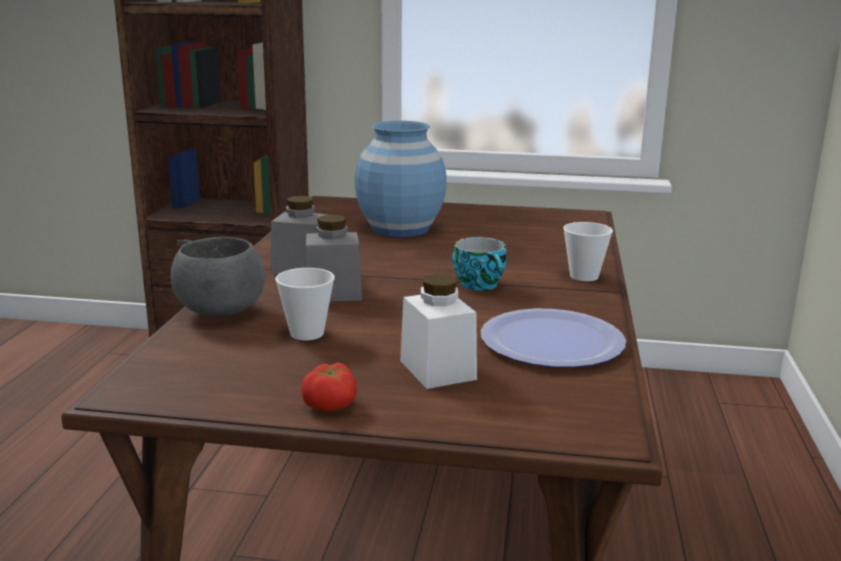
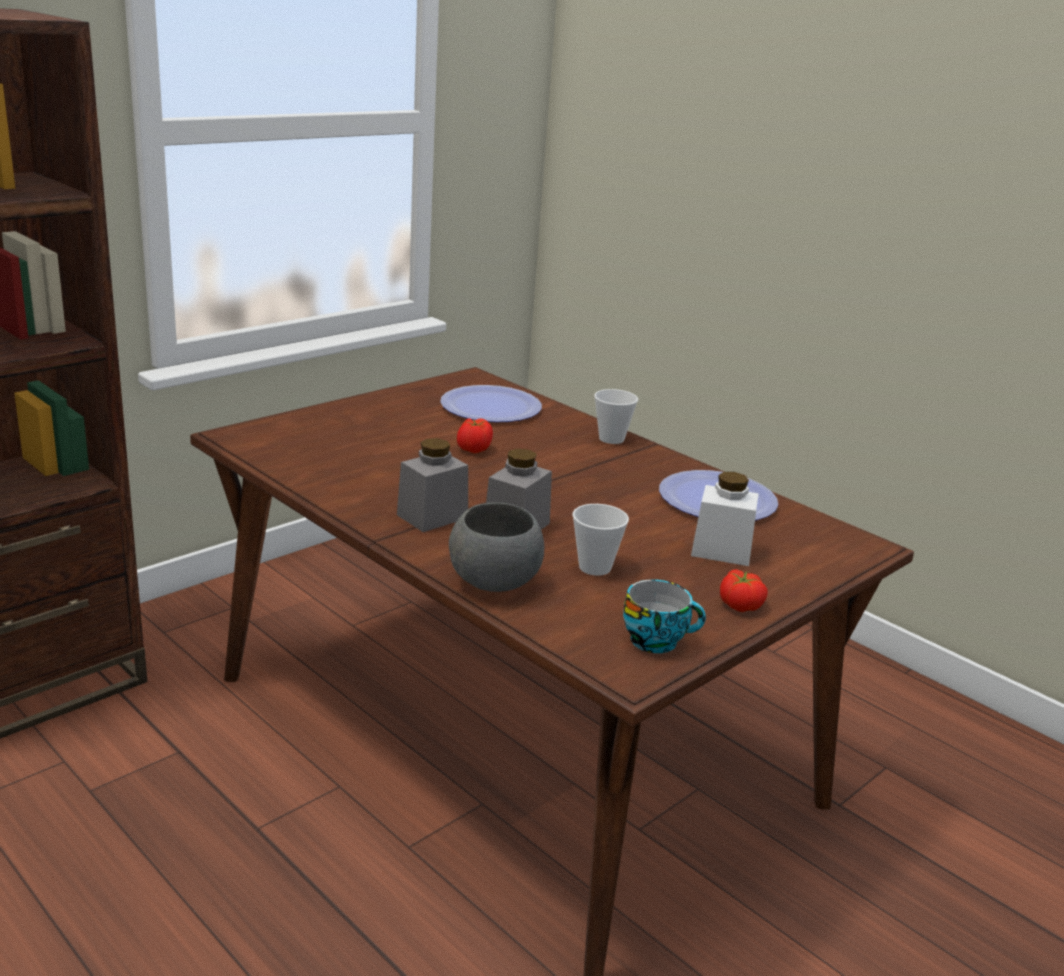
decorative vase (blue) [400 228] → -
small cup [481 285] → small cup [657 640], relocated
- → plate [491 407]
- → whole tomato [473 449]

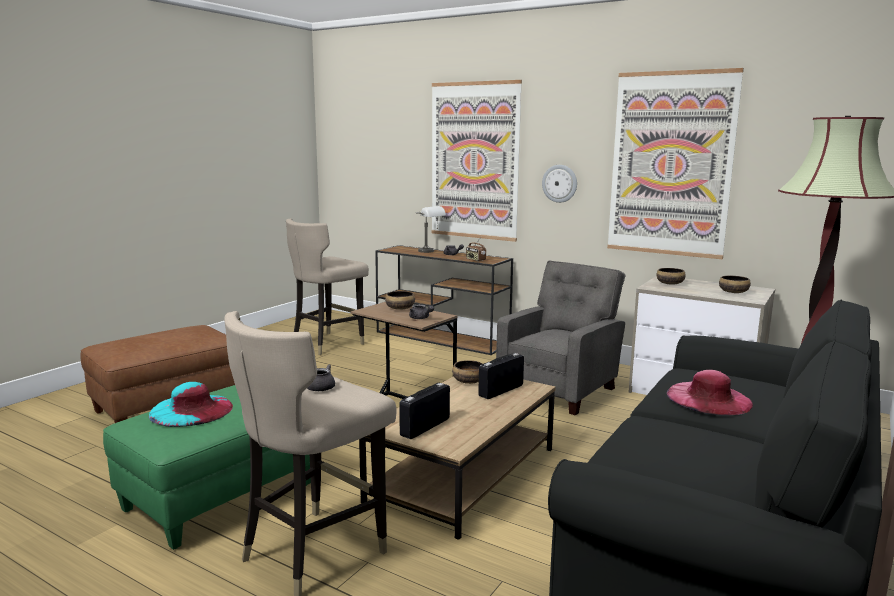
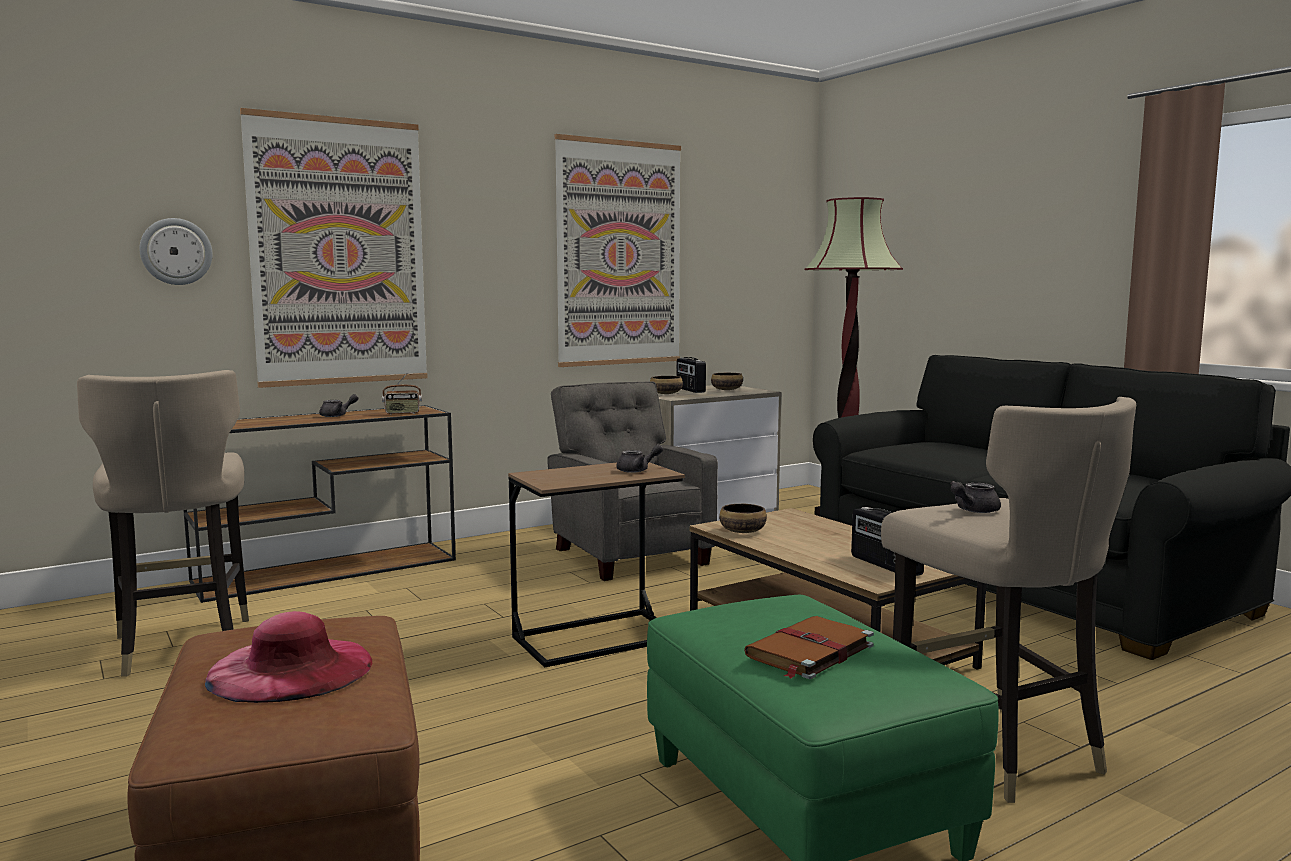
wearable hat (turquoise) [191 410] → bound book (brown) [808 652]
serving bowl [400 308] → -
tabletop lamp (gray) [430 252] → -
radio [500 390] → radio [690 390], relocated
hanging clock [559 183] → hanging clock [176 251], relocated
wearable hat (pinkish) [709 398] → wearable hat (pinkish) [291 669], relocated

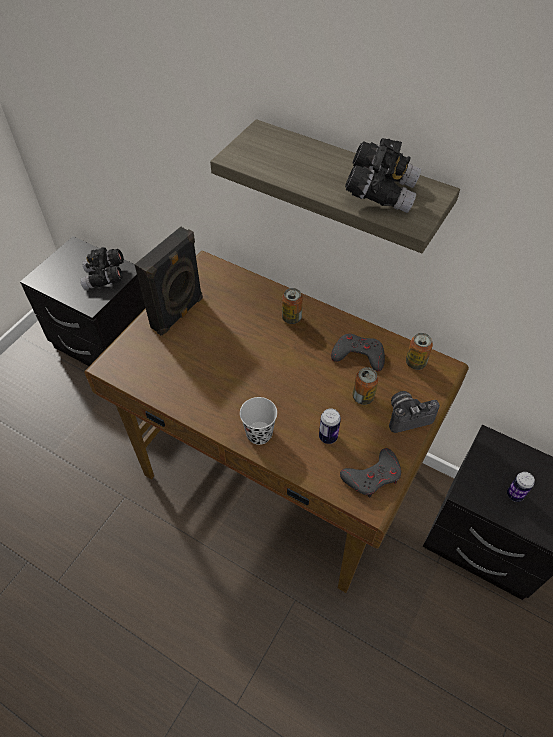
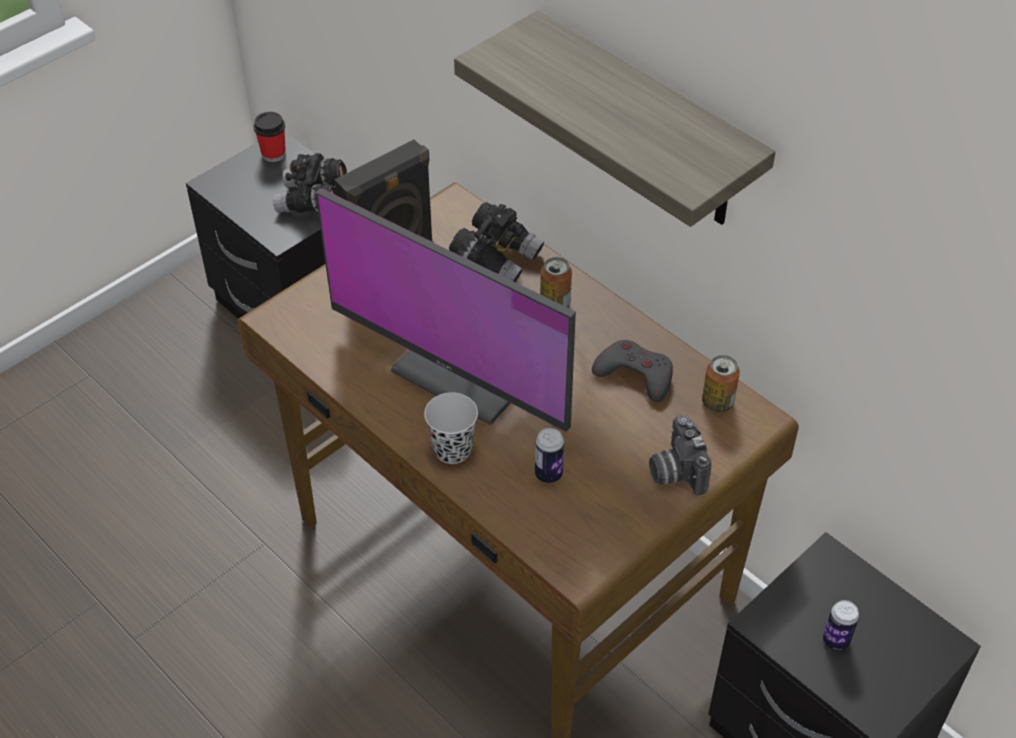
gamepad (gray) [372 476] → -
field glasses (black-coloured) [380 192] → field glasses (black-coloured) [497 259], relocated
sealed can [363 397] → -
photo camera [407 416] → photo camera [675 471], 105 degrees counterclockwise
- → small cup [273 154]
- → computer display [471 366]

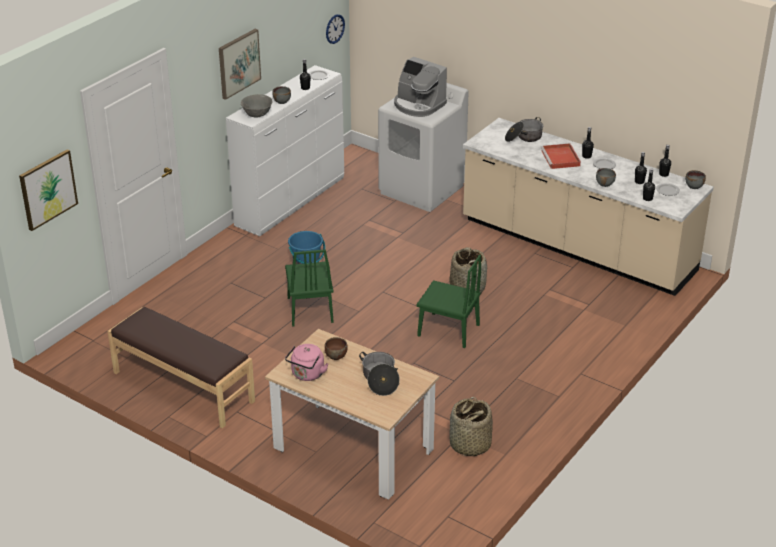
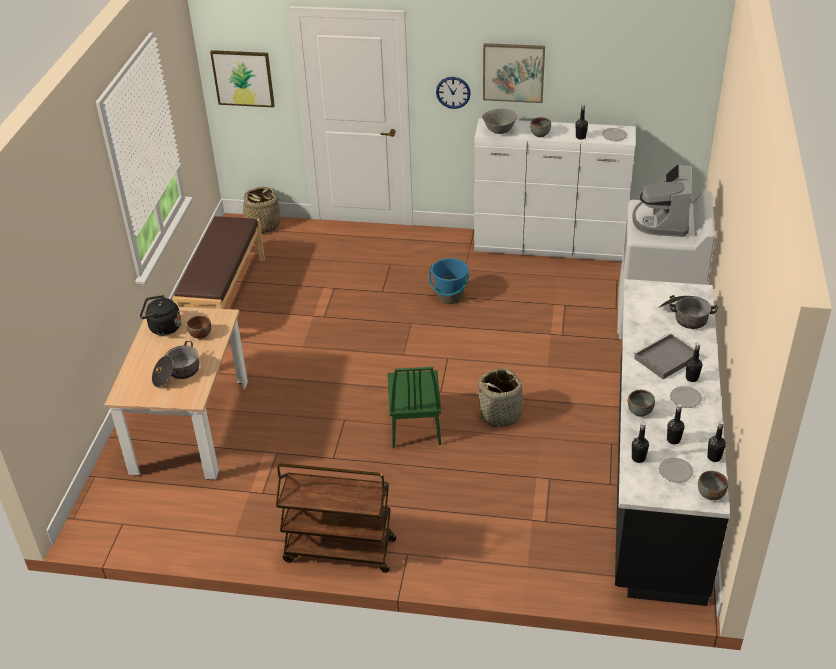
plain chair (greenish) [310 309] → -
water kettle (pinkish) [307 375] → water kettle (black-coloured) [163 328]
hanging clock [335 29] → hanging clock [453 92], relocated
household basket [469 445] → household basket [263 225], relocated
kitchen counter (beige) [577 246] → kitchen counter (black-coloured) [656 475]
serving tray (red-coloured) [561 158] → serving tray (gray) [665 359]
- → cart (brown) [339 551]

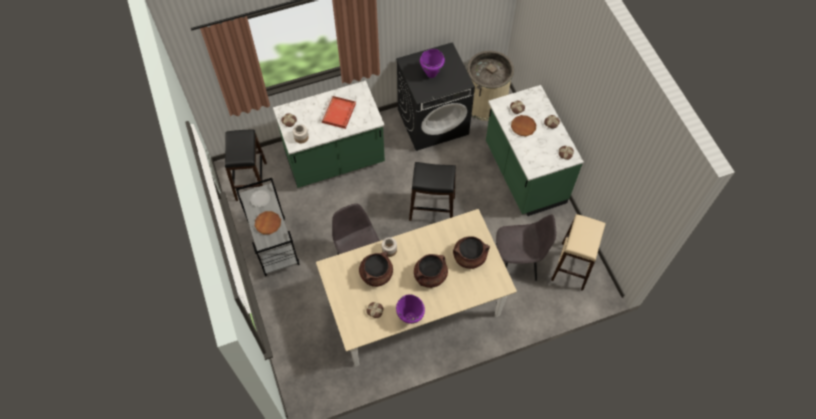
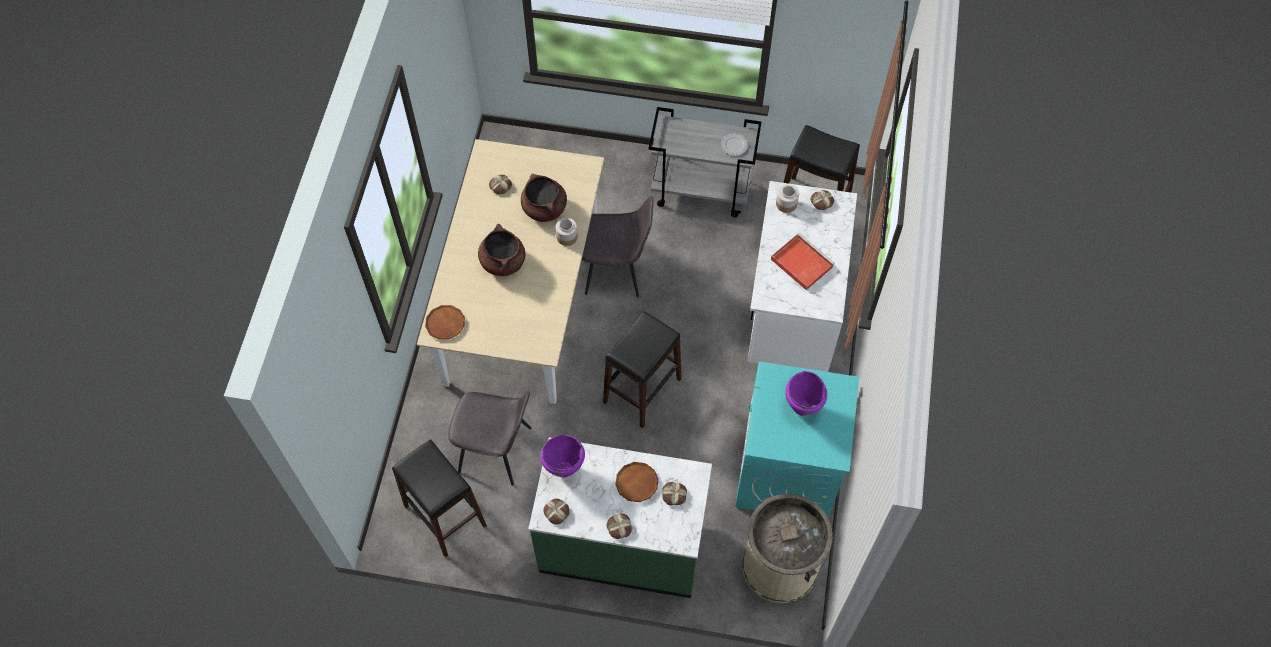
plate (brown) [268 223] → plate (brown) [445 324], relocated
kitchen counter (greenish) [335 160] → kitchen counter (white-coloured) [791 312]
laundry machine (black-coloured) [433 121] → laundry machine (turquoise) [787 470]
stockpot (purplish) [410 317] → stockpot (purplish) [564 470], relocated
stockpot (brown) [469 257] → -
plain chair (gray) [517 262] → plain chair (gray) [497 450], 105 degrees counterclockwise
stool seat (beige) [572 266] → stool seat (black-coloured) [444 515]

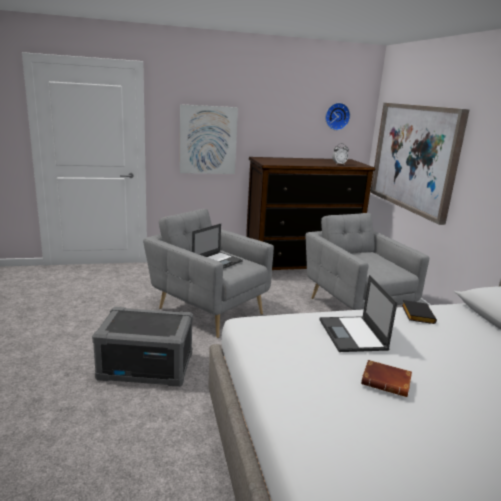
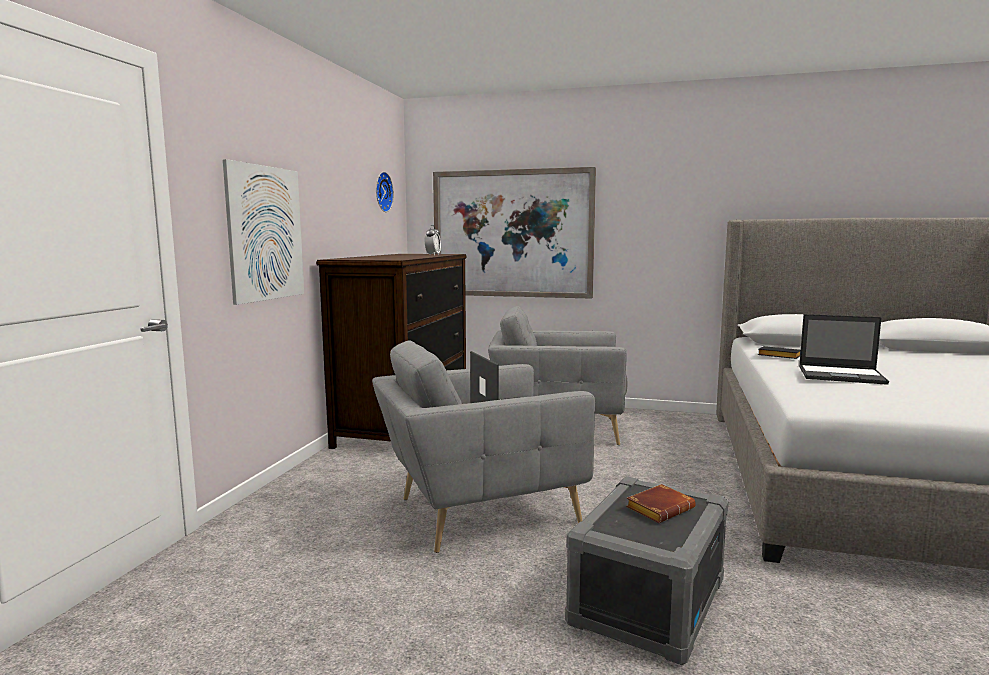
bound book (brown) [387 382] → bound book (brown) [659 508], relocated

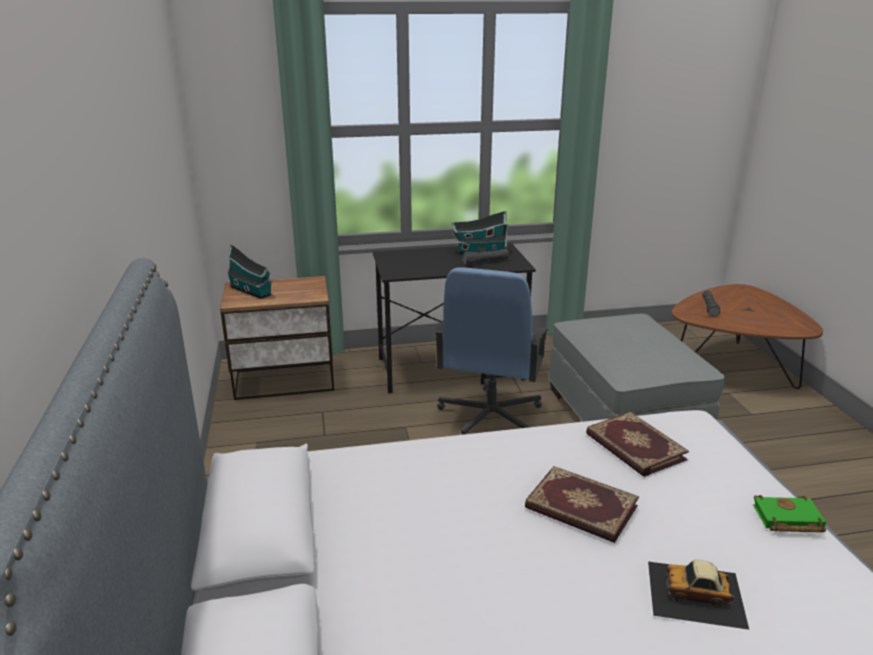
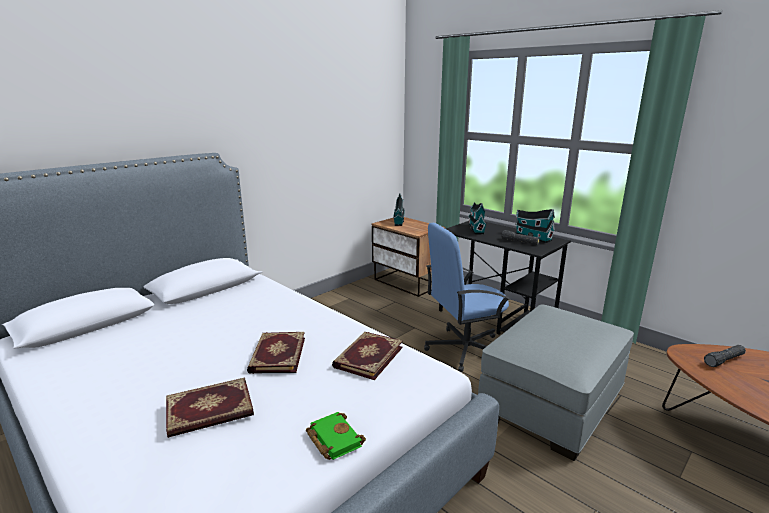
model car [696 594] → bound book [210 410]
- → model house [476 229]

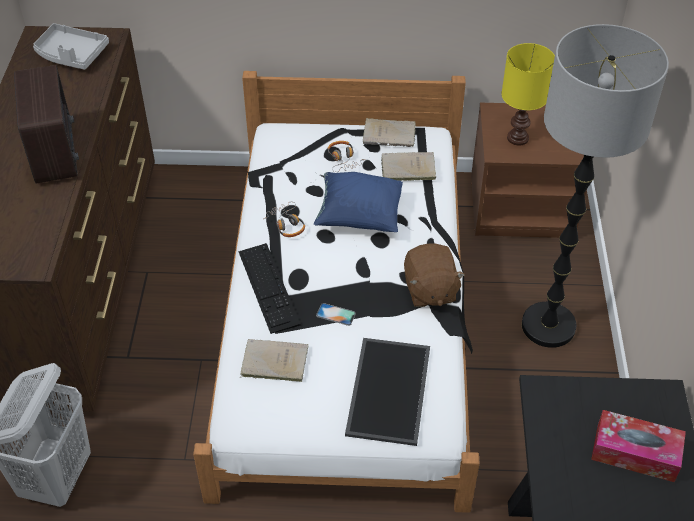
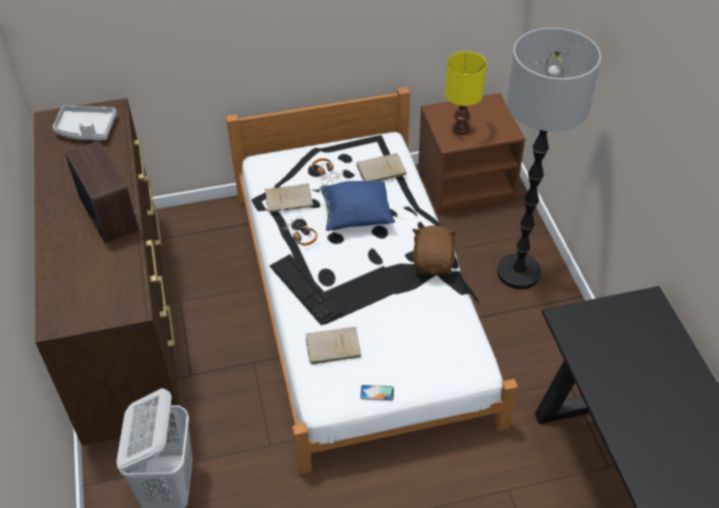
telephone [336 314] → telephone [377 393], relocated
serving tray [387 389] → -
bound book (beige) [391 135] → bound book (beige) [290 199], relocated
plush toy (brown) [429 290] → plush toy (brown) [433 263], 150 degrees counterclockwise
box of tissues [635 453] → -

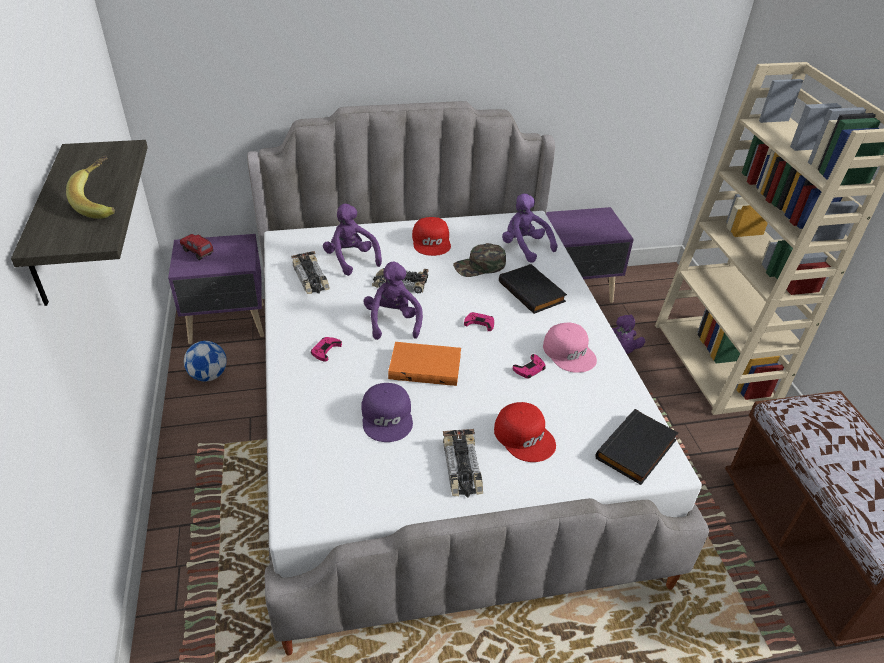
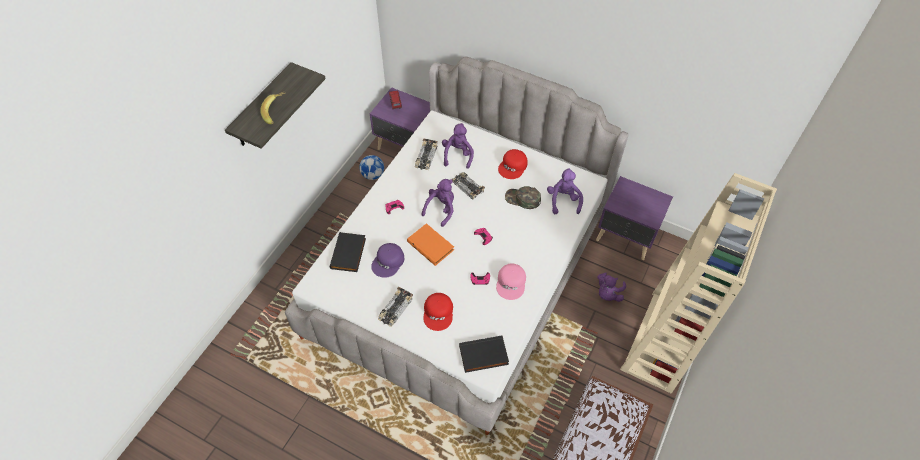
bound book (black-coloured) [533 291] → bound book (black-coloured) [349 254], relocated

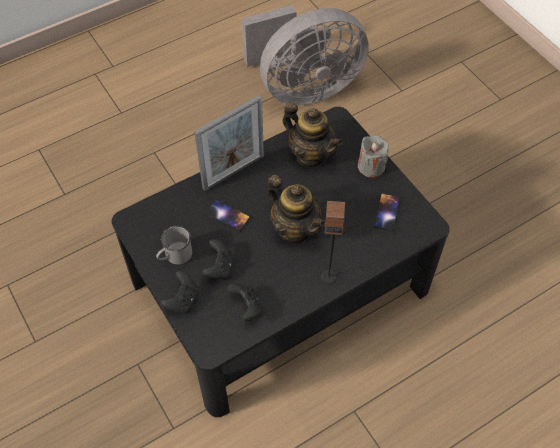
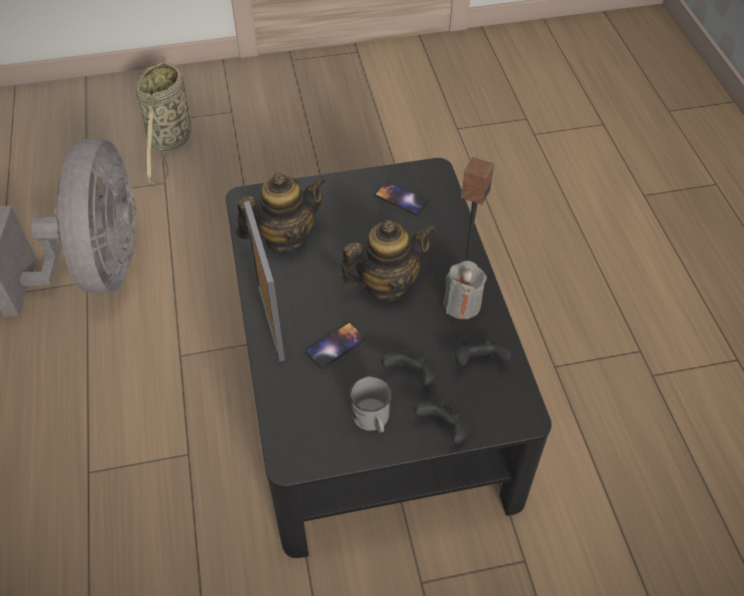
candle (gray) [371 166] → candle (gray) [462 304], relocated
- → household basket [170 141]

